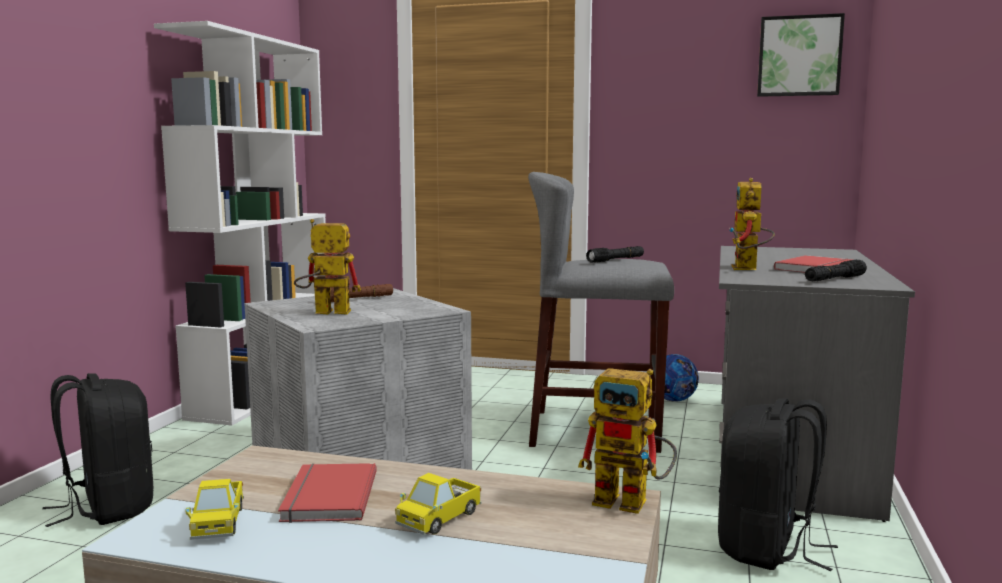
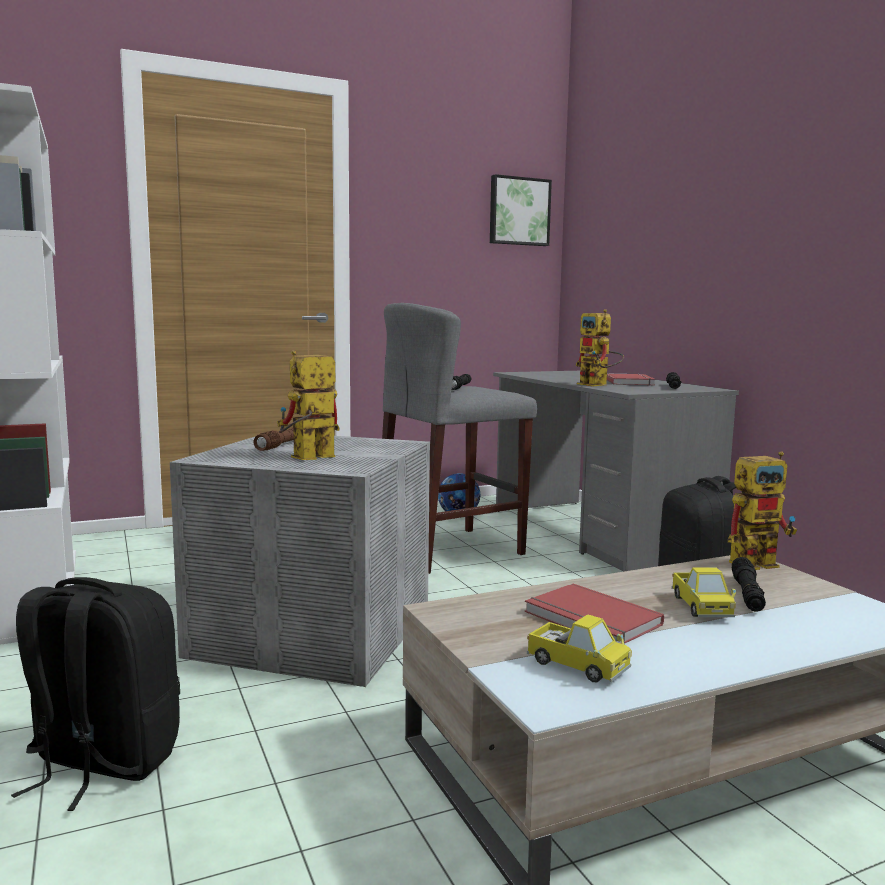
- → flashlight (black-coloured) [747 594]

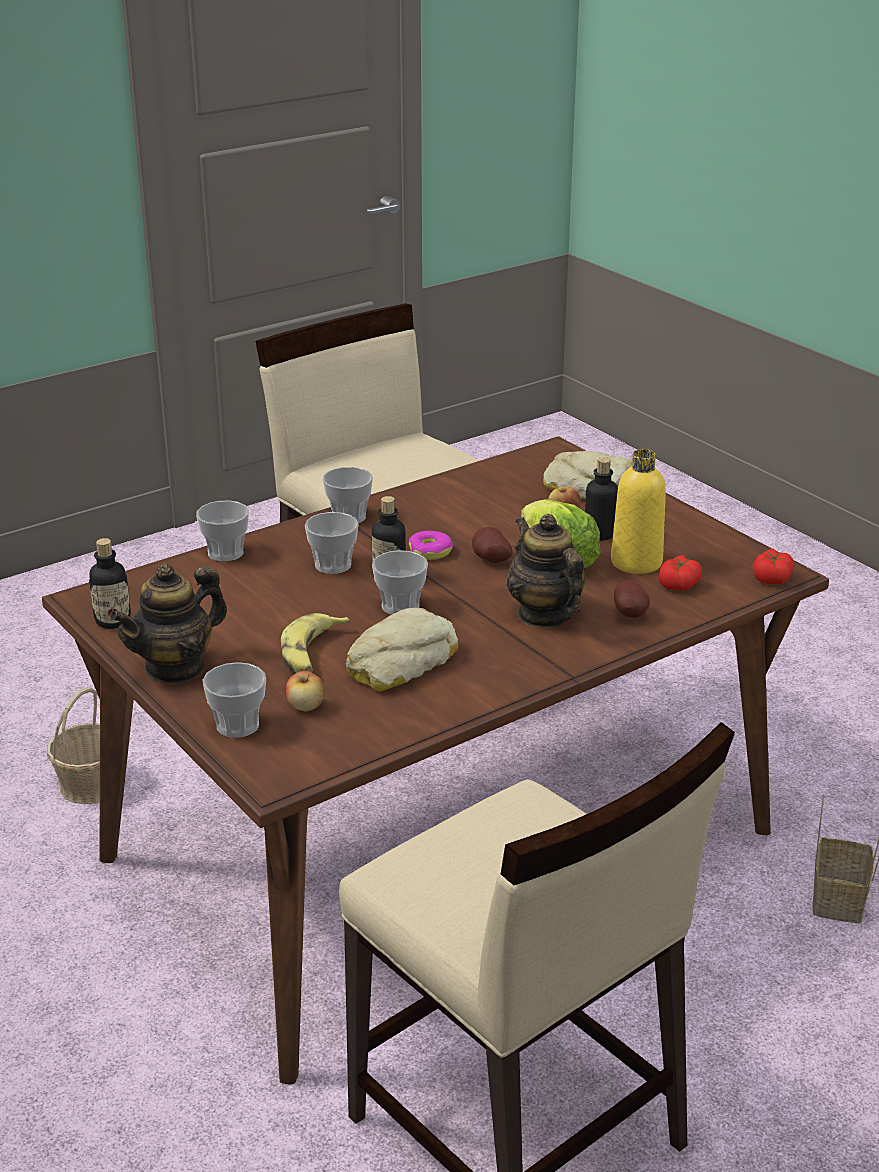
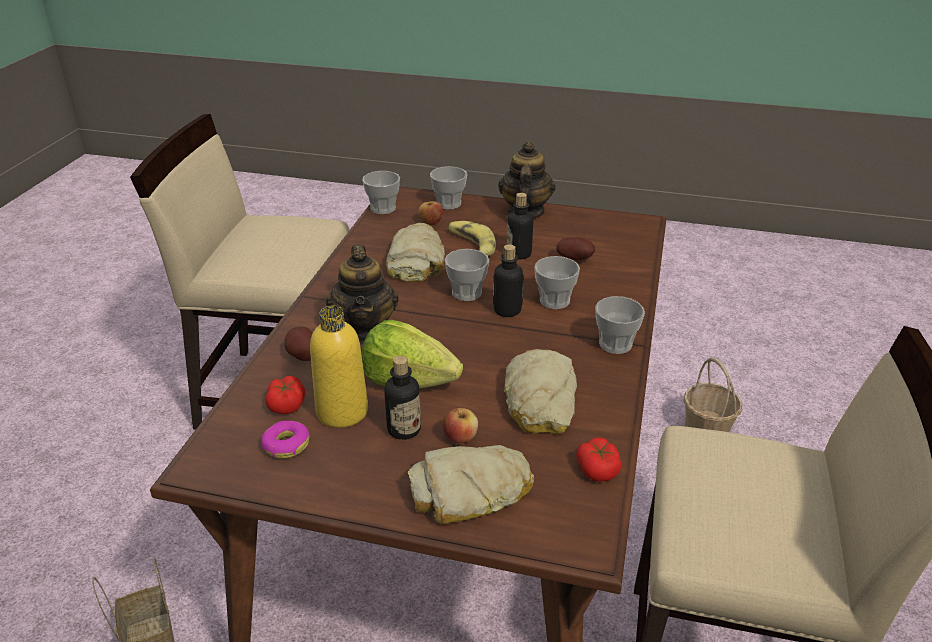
beverage bottle [113 621] → beverage bottle [519 254], relocated
small cup [225 553] → small cup [383 208], relocated
doughnut [430 552] → doughnut [286 445], relocated
spud [489 560] → spud [575 259], relocated
teapot [544 614] → teapot [365 329], 60 degrees clockwise
whole tomato [771 578] → whole tomato [598 469], relocated
- → bread [539 401]

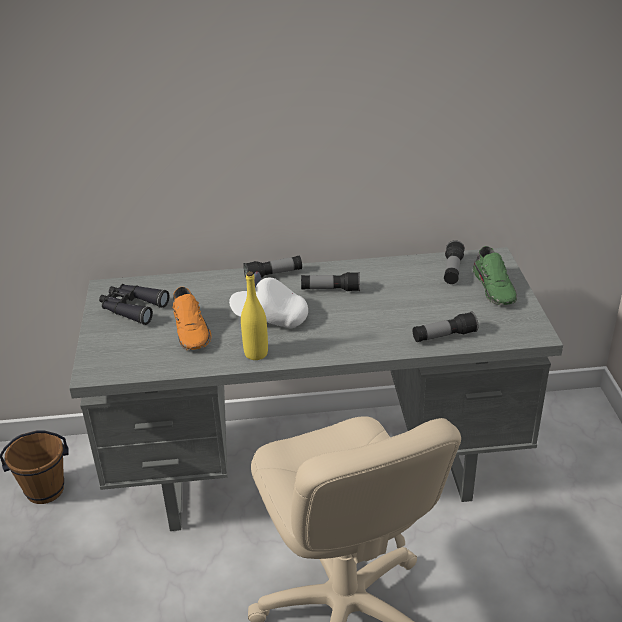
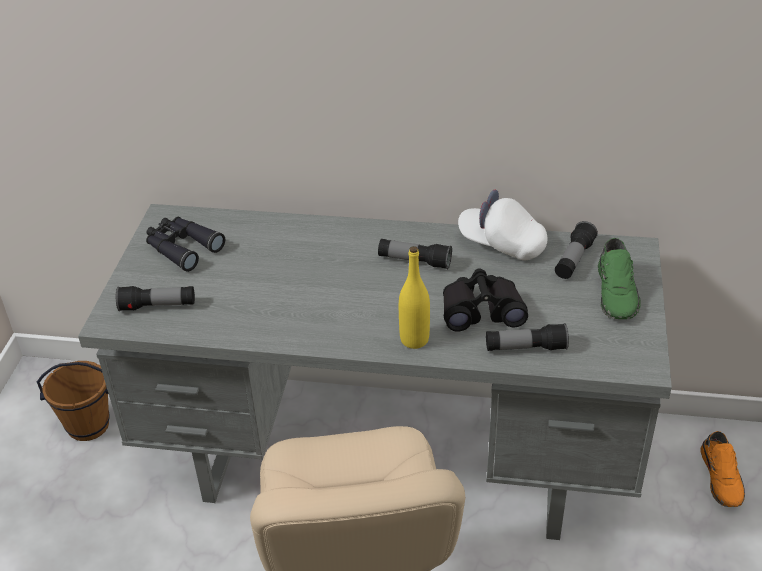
shoe (orange-coloured) [192 330] → shoe (orange-coloured) [722 478], relocated
baseball cap (white-coloured) [269 318] → baseball cap (white-coloured) [502 244], relocated
beverage bottle (yellowish) [256 353] → beverage bottle (yellowish) [414 339], relocated
flashlight [273 275] → flashlight [158 306], relocated
- → field glasses (black-coloured) [481 310]

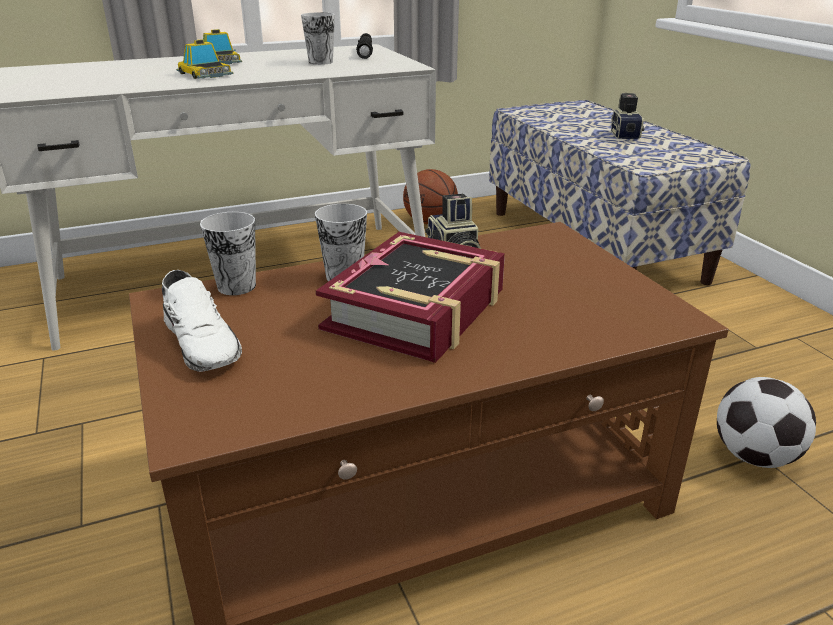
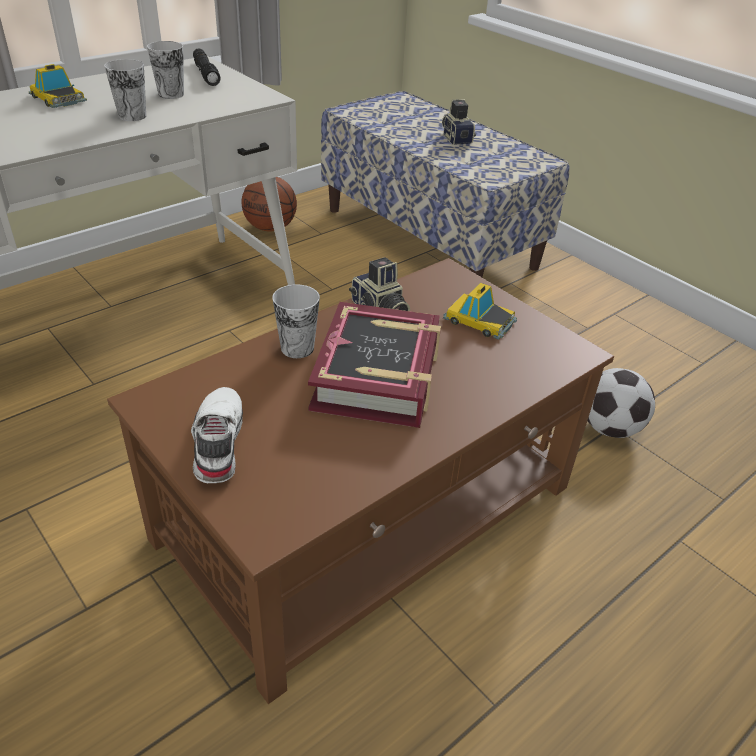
shoe (white-coloured) [203 342] → shoe (white-coloured) [216 442], 135 degrees counterclockwise
model car [205 74] → model car [479 320], relocated
small cup [236 286] → small cup [132 116], relocated

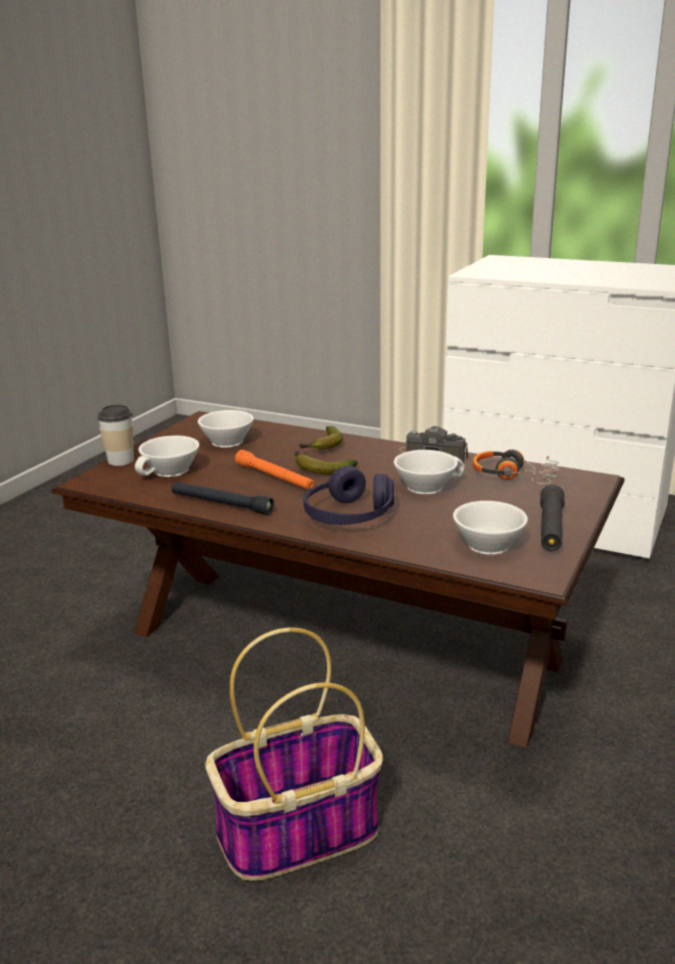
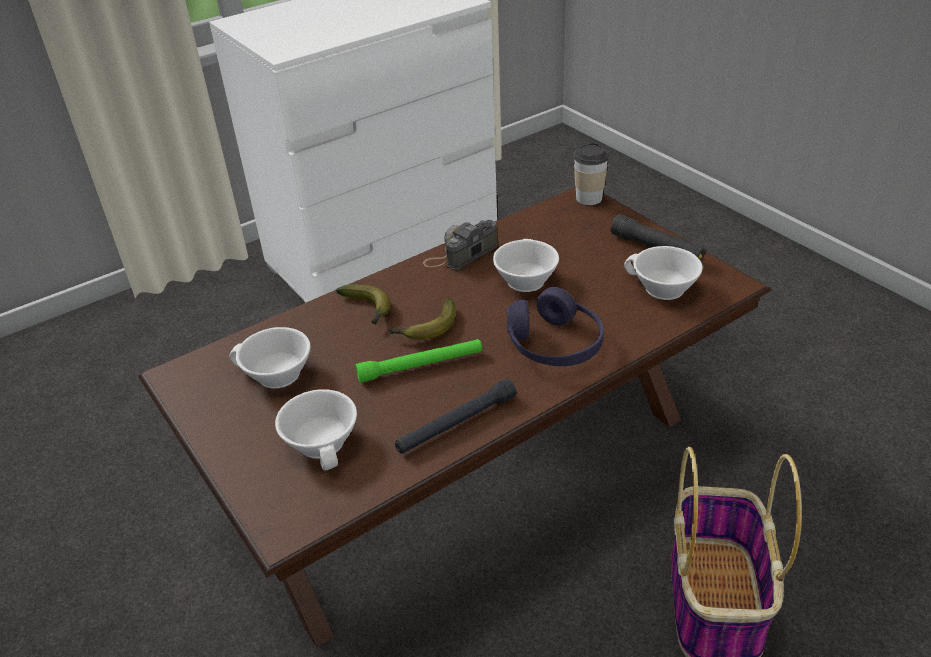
small cup [120 460] → small cup [589 198], relocated
flashlight (orange-coloured) [275 478] → flashlight (greenish) [420 366]
headphones [515 476] → -

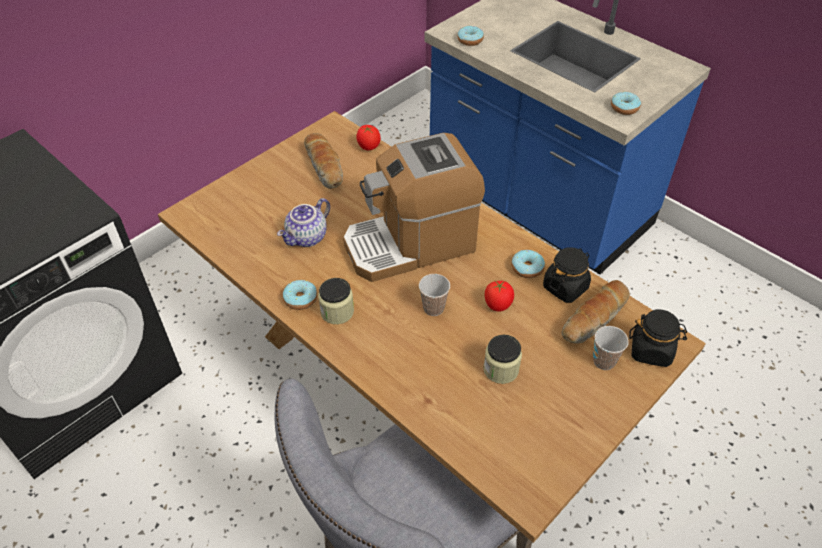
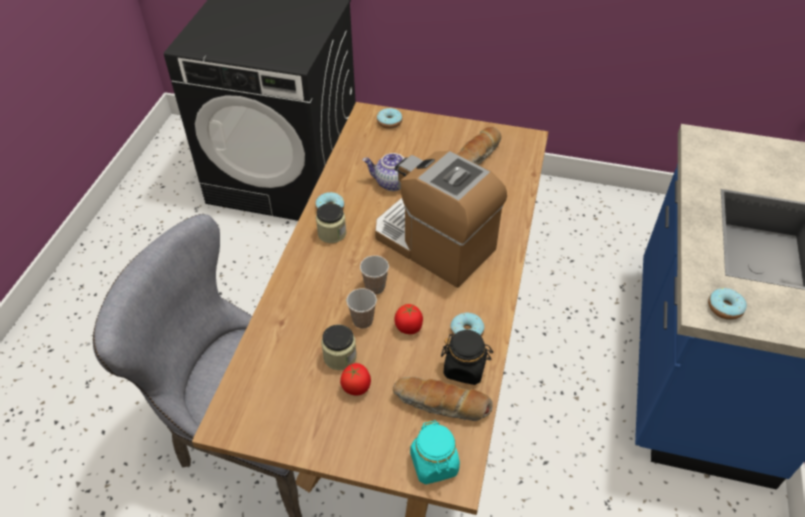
whole tomato [368 147] → whole tomato [356 387], relocated
doughnut [470 40] → doughnut [389 122], relocated
small cup [604 361] → small cup [363 320], relocated
storage jar (black-coloured) [651 350] → storage jar (turquoise) [434 464]

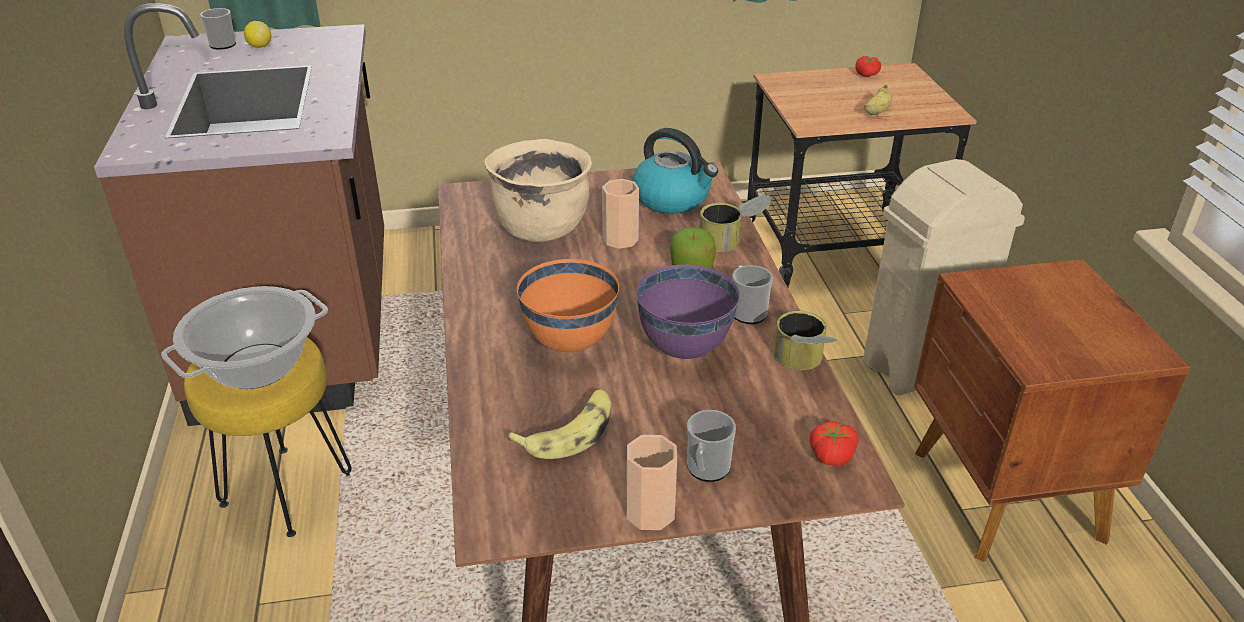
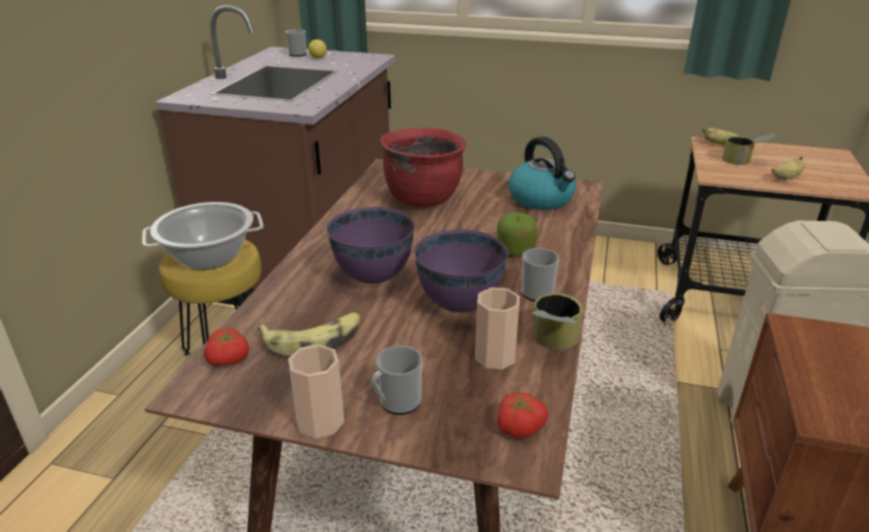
stockpot (beige) [541 228] → stockpot (red-coloured) [423 198]
serving bowl (orange-coloured) [570 343] → serving bowl (purplish) [373 278]
small cup [620 239] → small cup [495 356], relocated
sealed can [732 241] → sealed can [744 161], relocated
whole tomato [867 74] → whole tomato [230 359], relocated
- → banana [720 144]

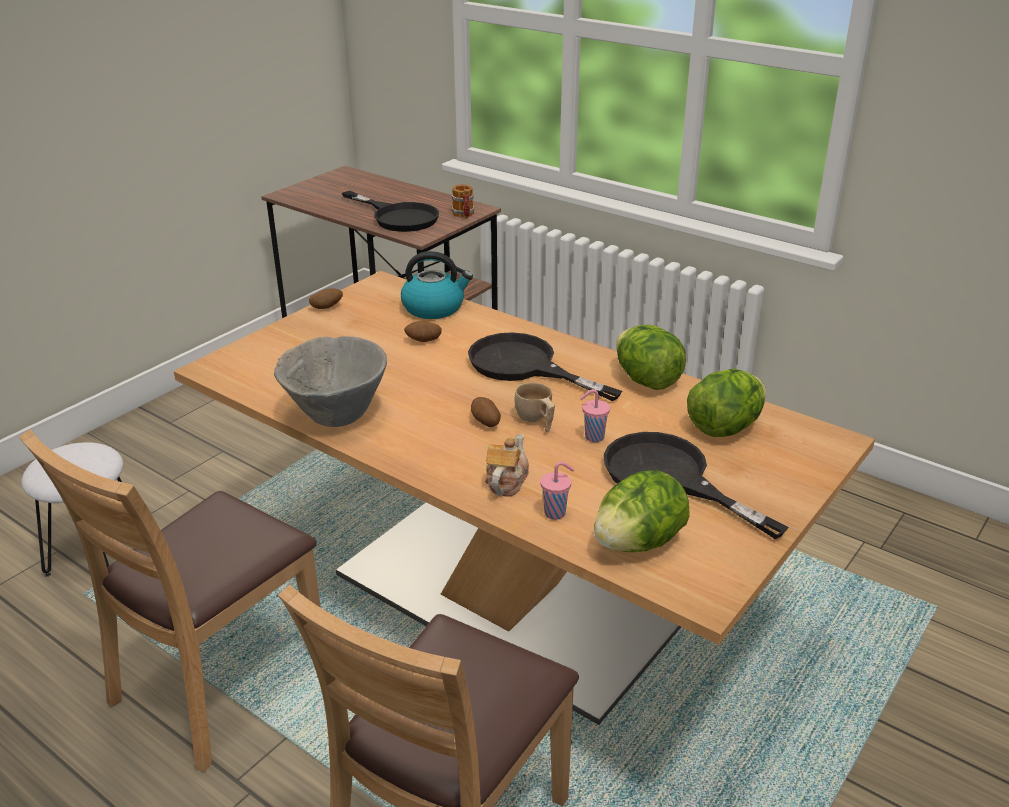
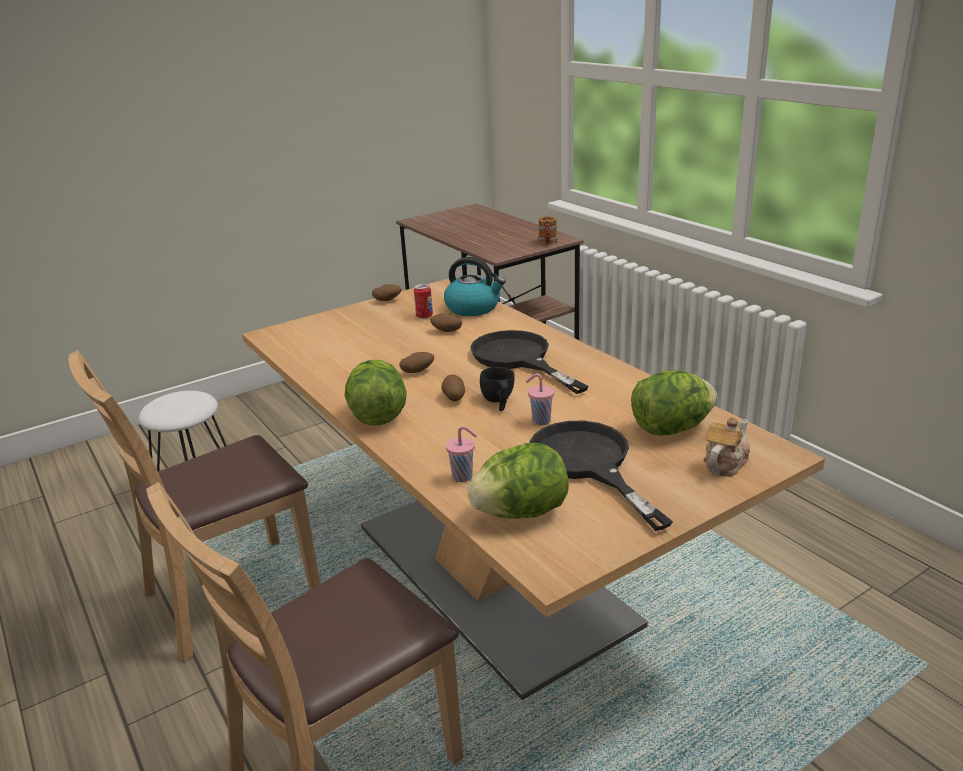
serving bowl (gray) [336 416] → -
frying pan (black-coloured) [398 217] → -
teapot [506 481] → teapot [724 463], relocated
small cup (beige) [536 421] → small cup (black-coloured) [498 402]
lettuce head [646 380] → lettuce head [377 416], relocated
- → spud [417 372]
- → sealed can [424 316]

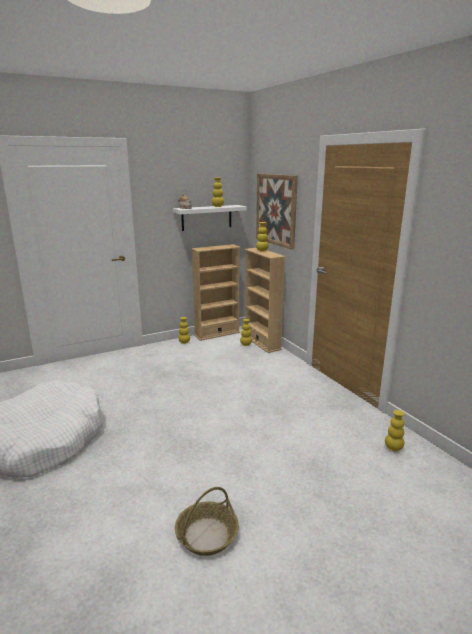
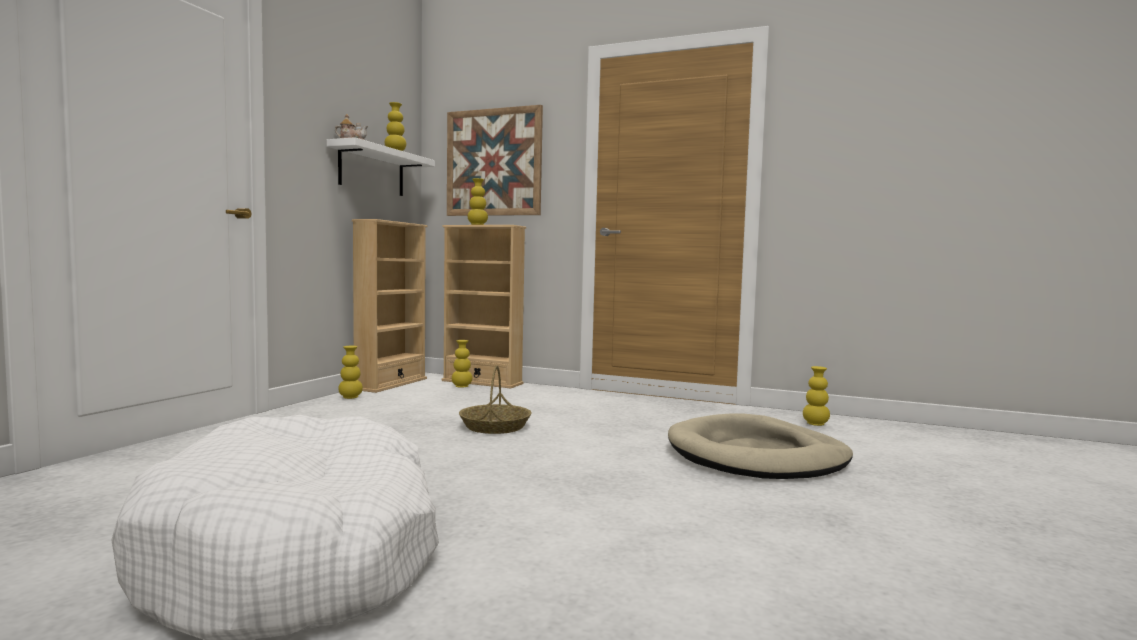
household basket [207 535] → household basket [495 427], relocated
- → pet bed (beige) [757 455]

